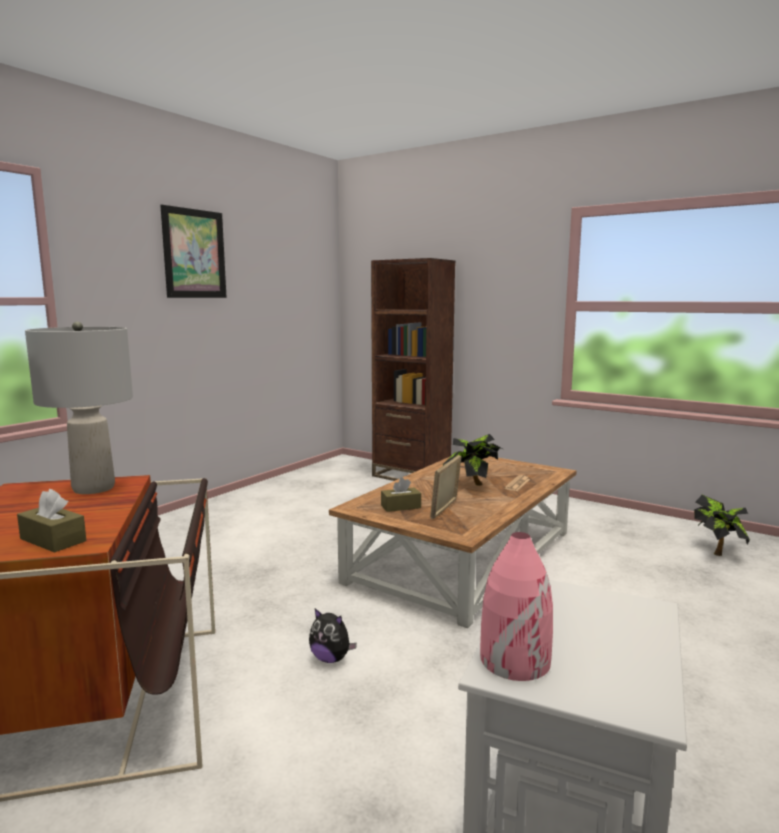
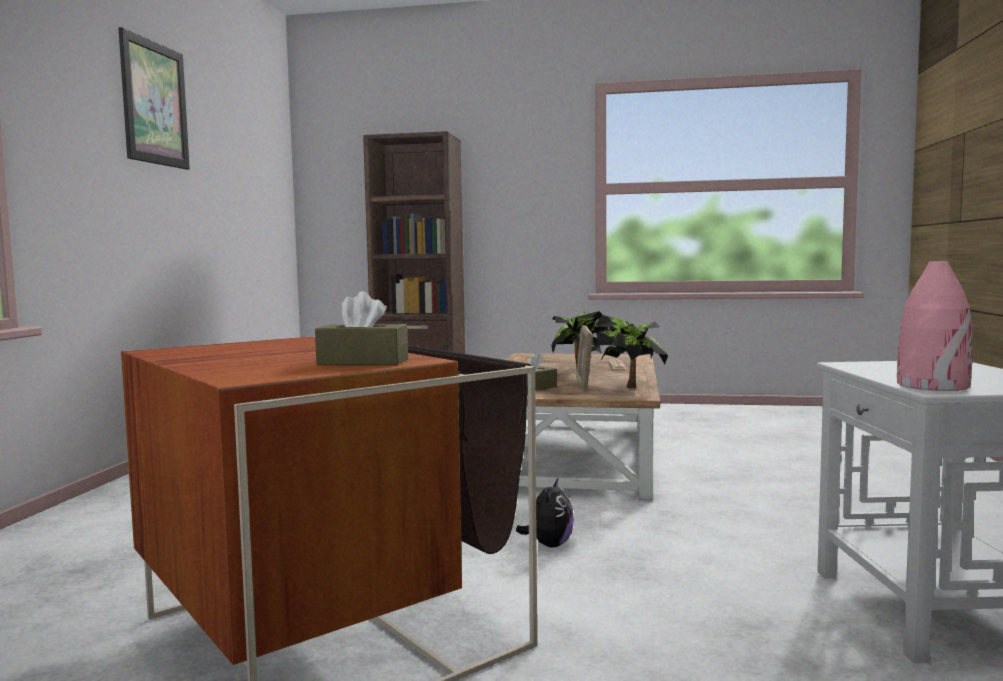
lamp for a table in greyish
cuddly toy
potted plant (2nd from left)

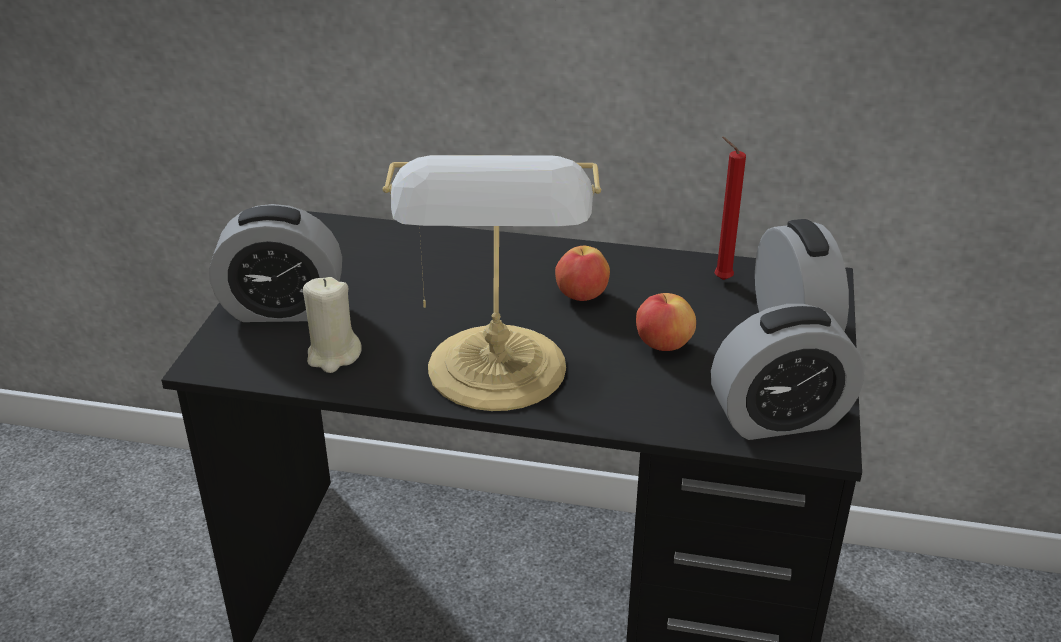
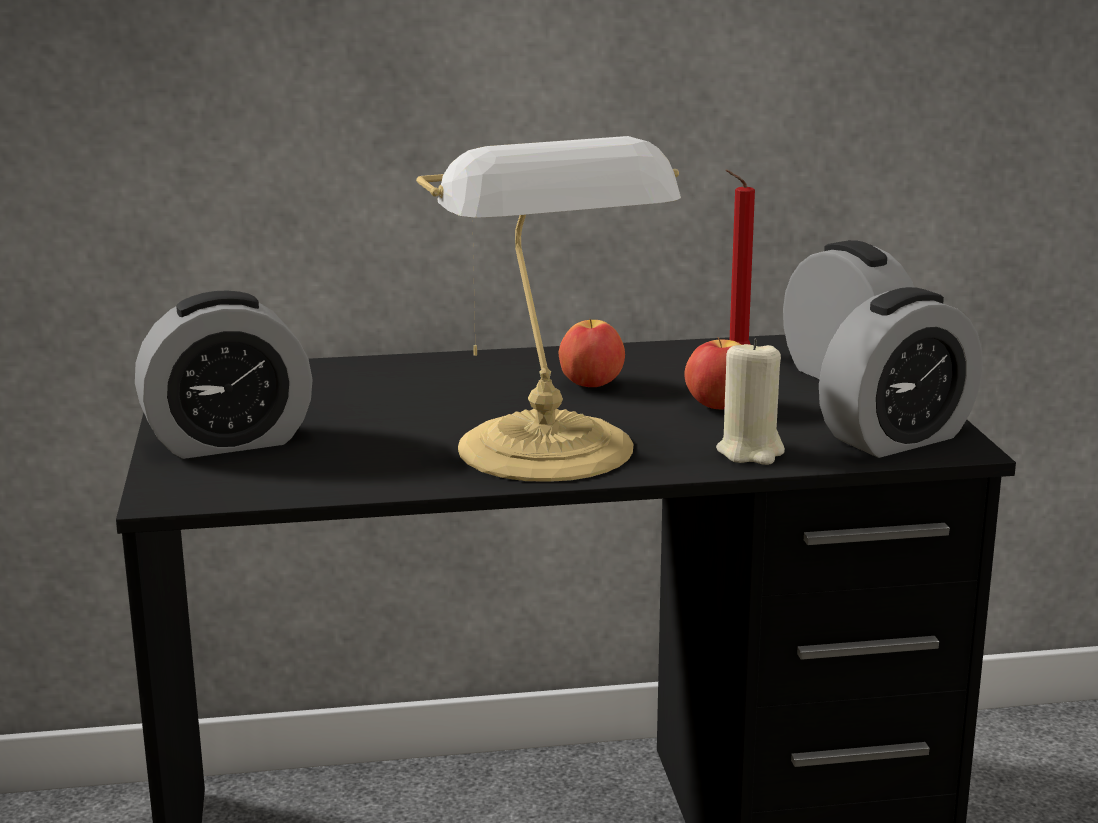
candle in beige

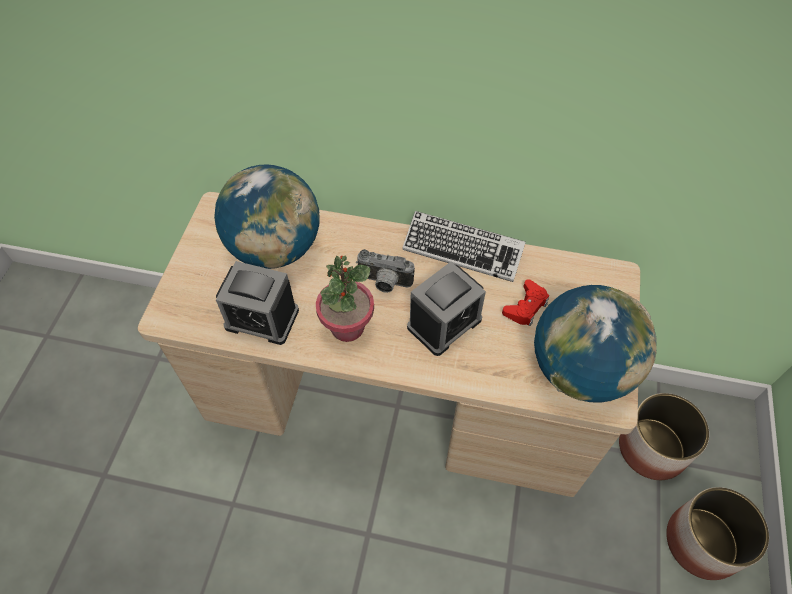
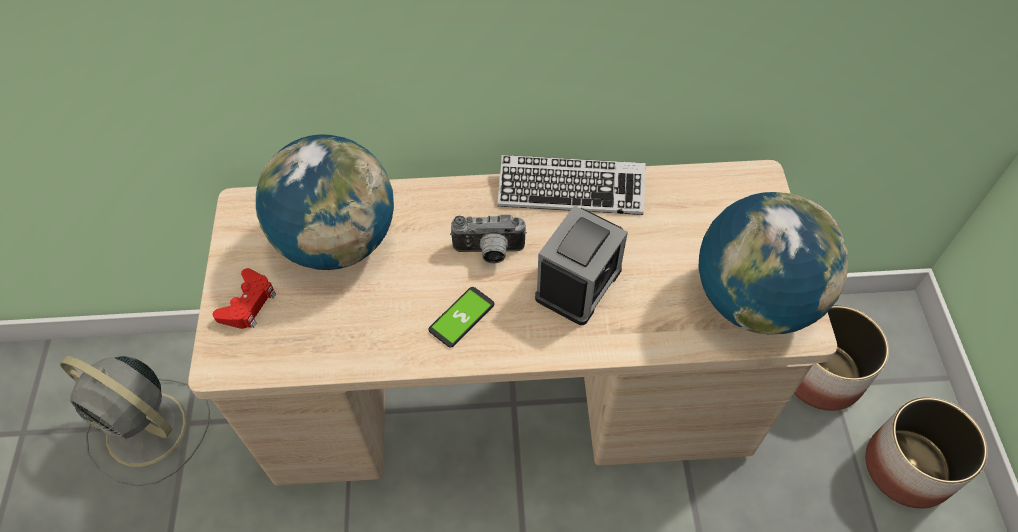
bedside clock (1st from left in the first image)
telephone
game controller in reddish
fan in greyish

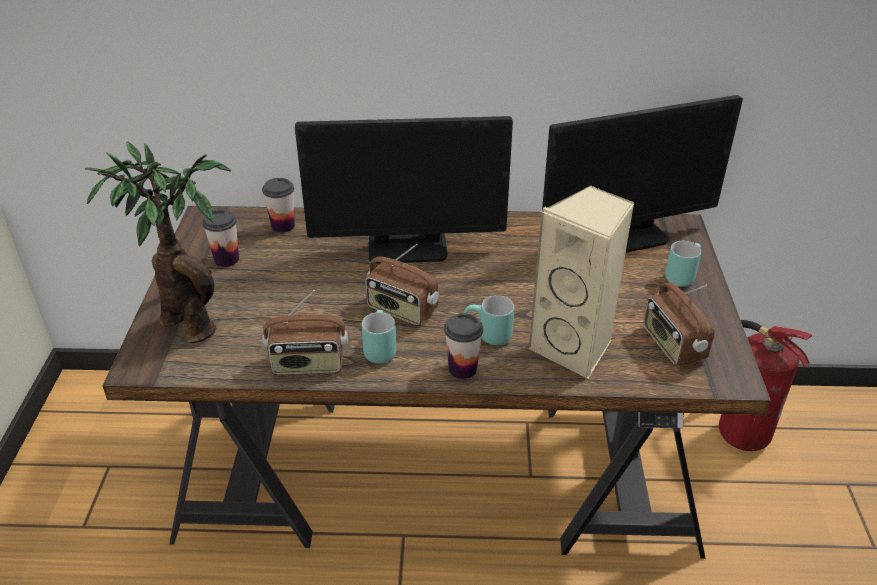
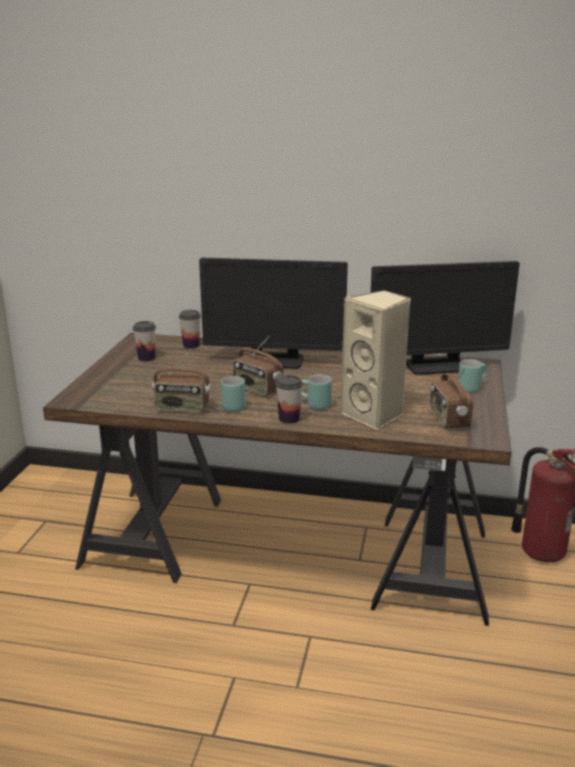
potted plant

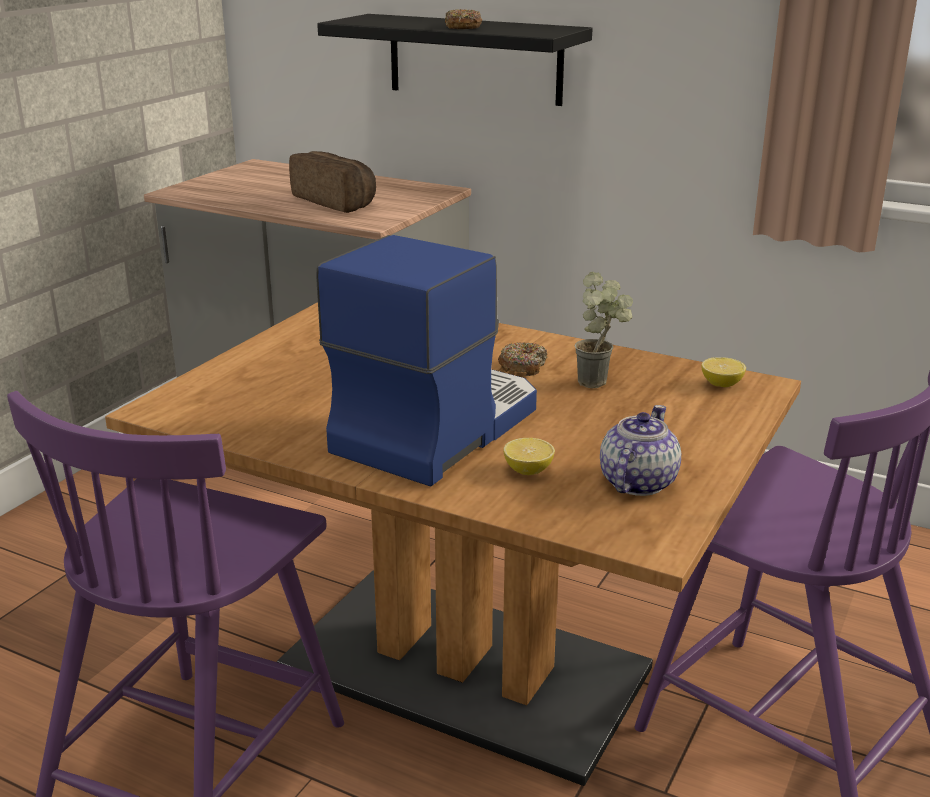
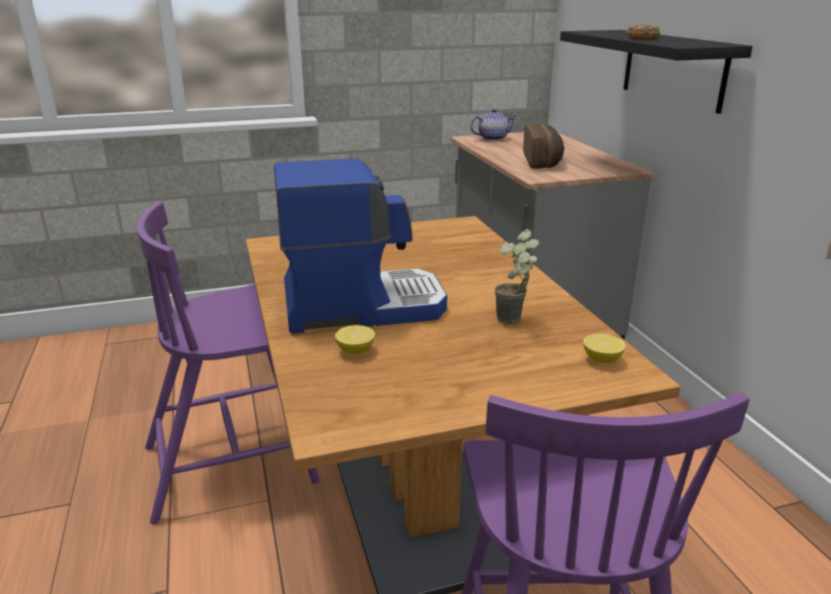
doughnut (2nd from left in the first image)
pot for tea

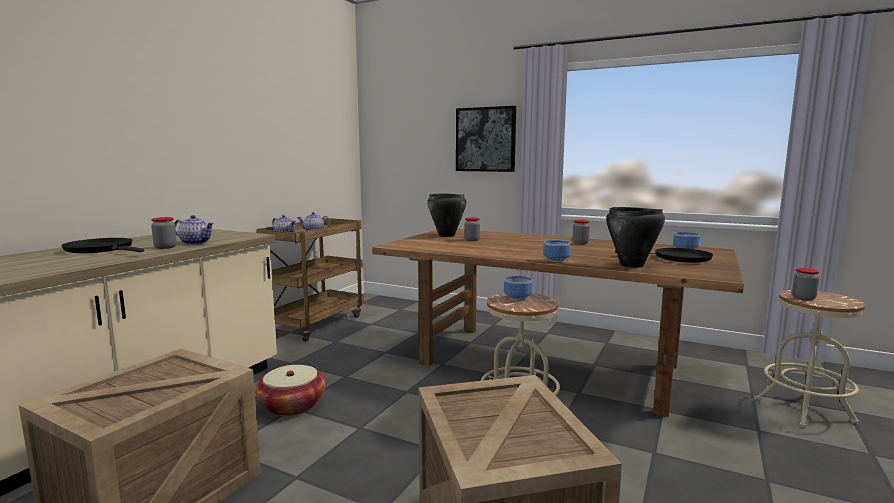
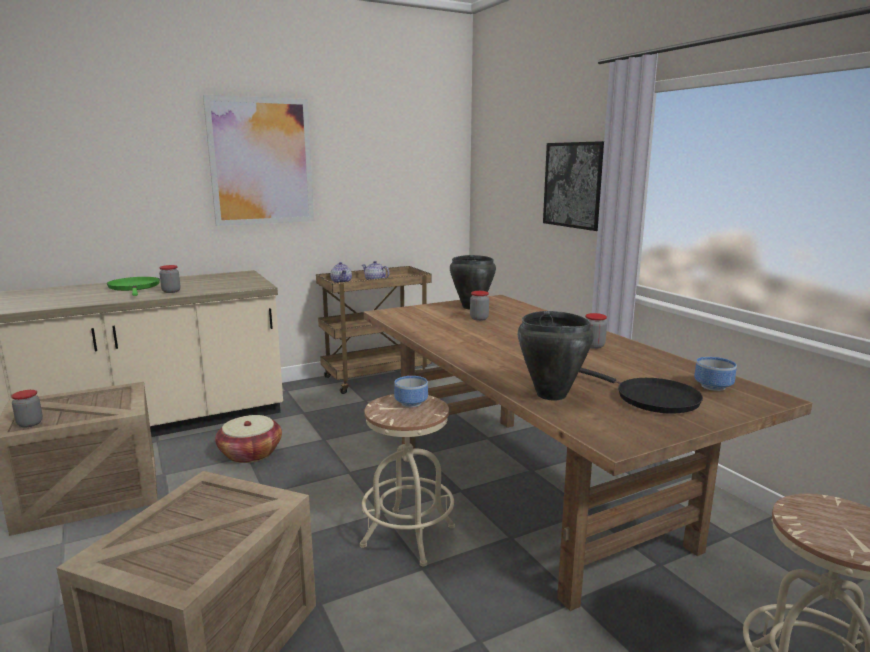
frying pan in green
pot for tea (1st from left in the first image)
bowl (2nd from left in the first image)
preserve jar (1st from left)
wall art (1st from left)

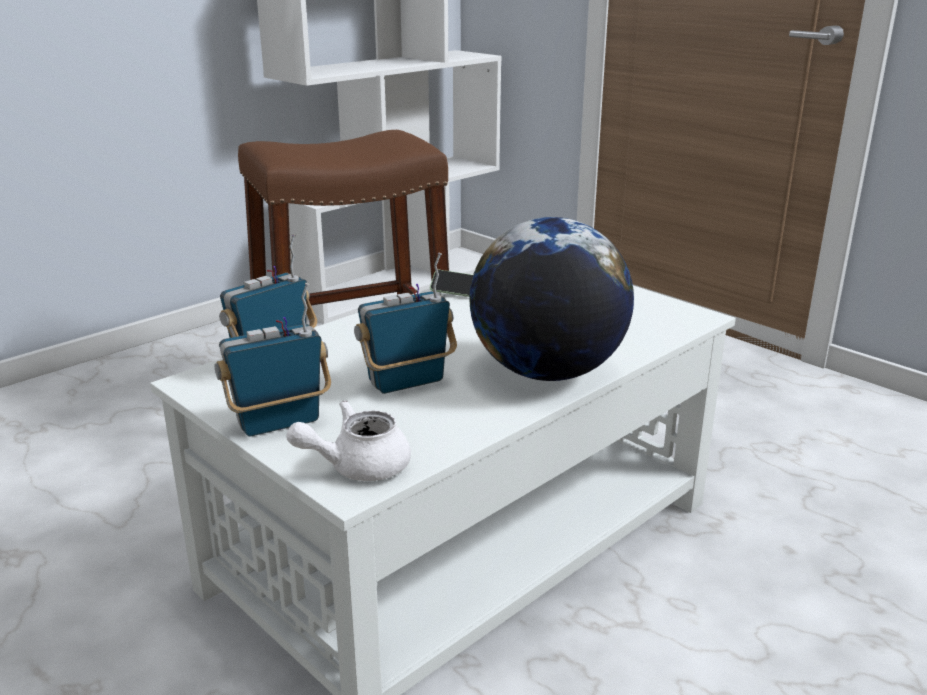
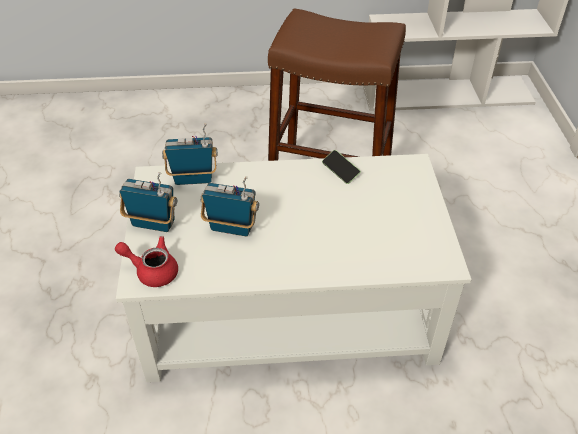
pot for tea in reddish
world globe

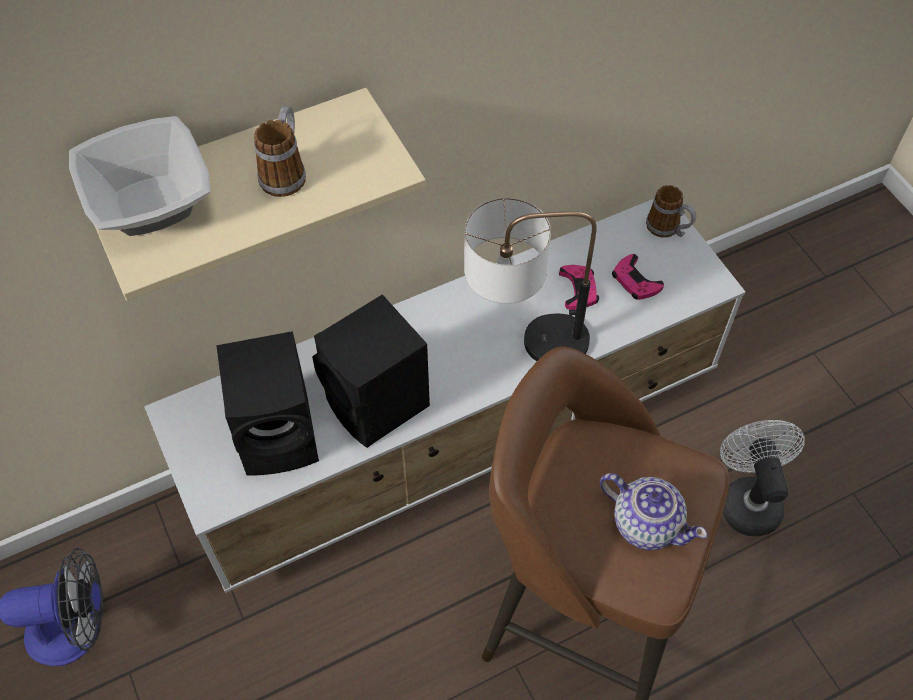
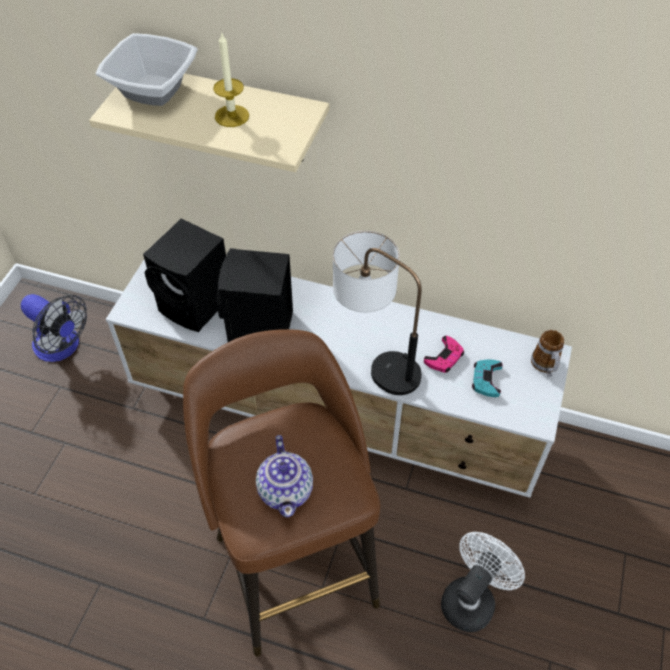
candle
game controller in blue-green

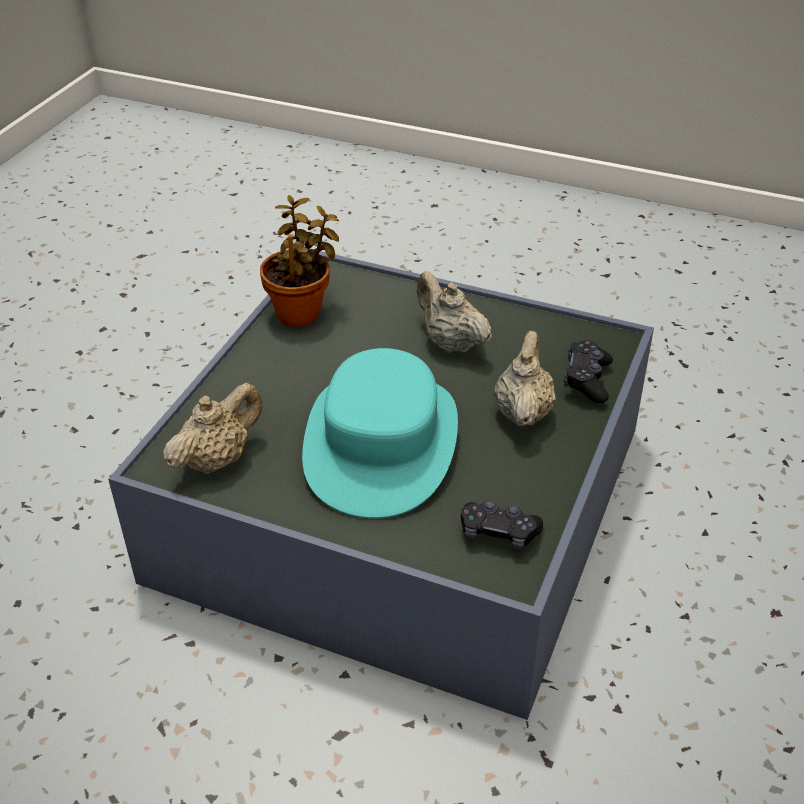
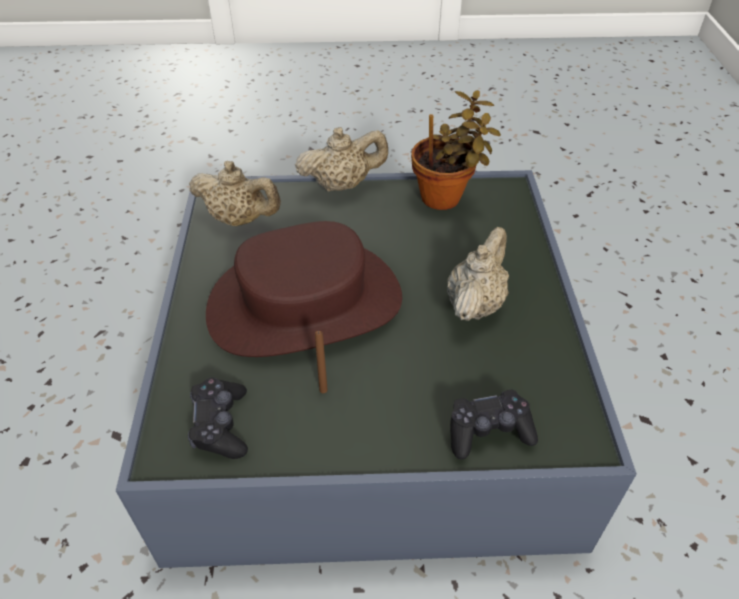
hat in brown-coloured
pot for tea in beige (2nd from left)
candle in brown-coloured

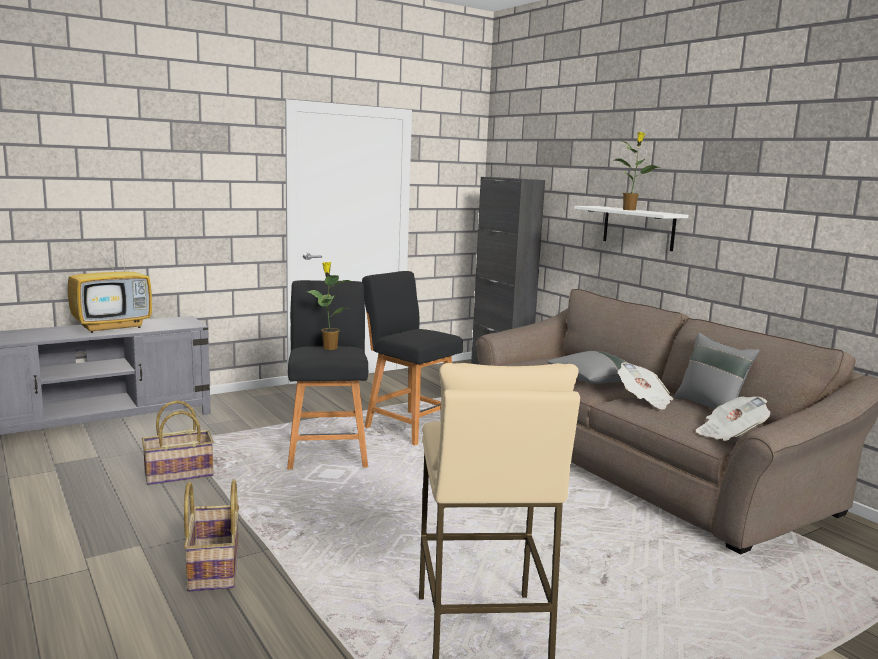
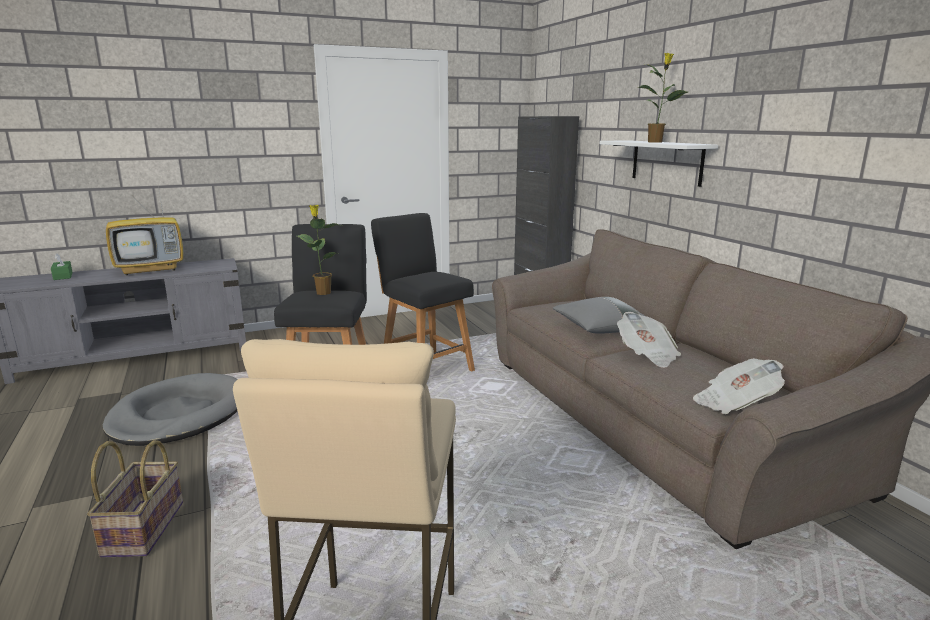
dog cushion in greyish
pillow in greyish (2nd from left in the first image)
box of tissues in green

